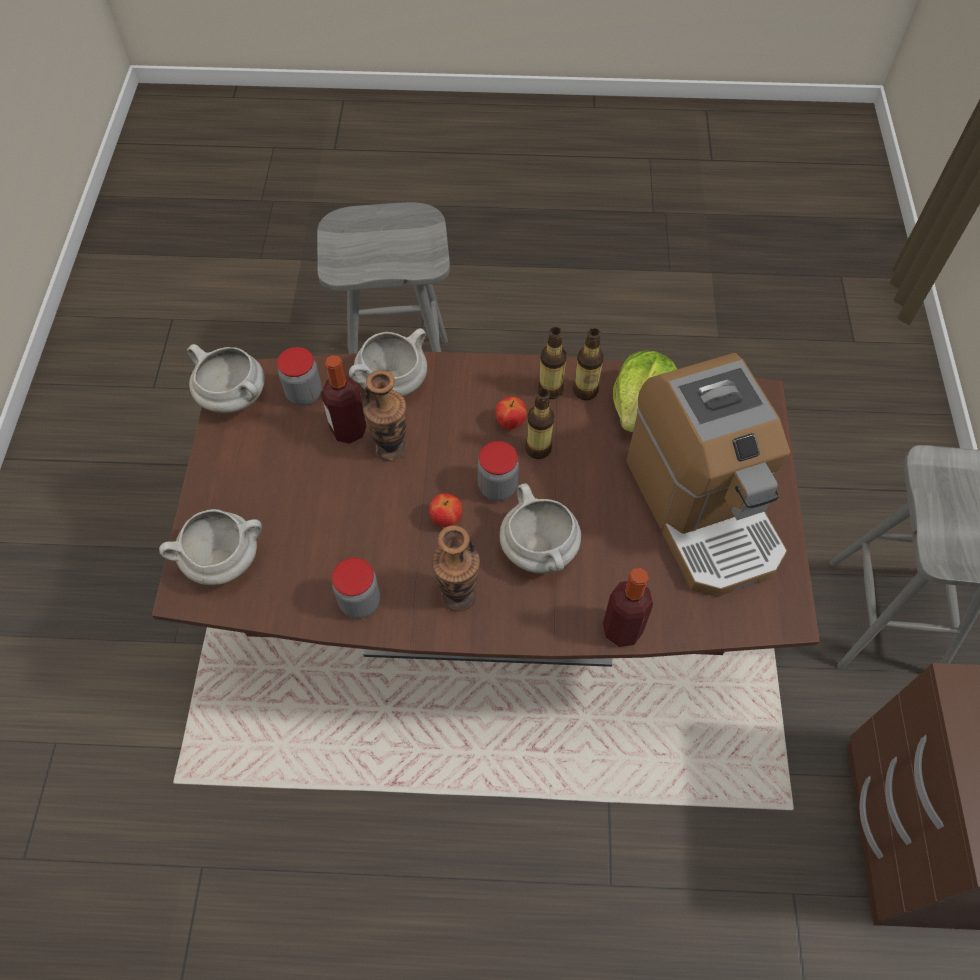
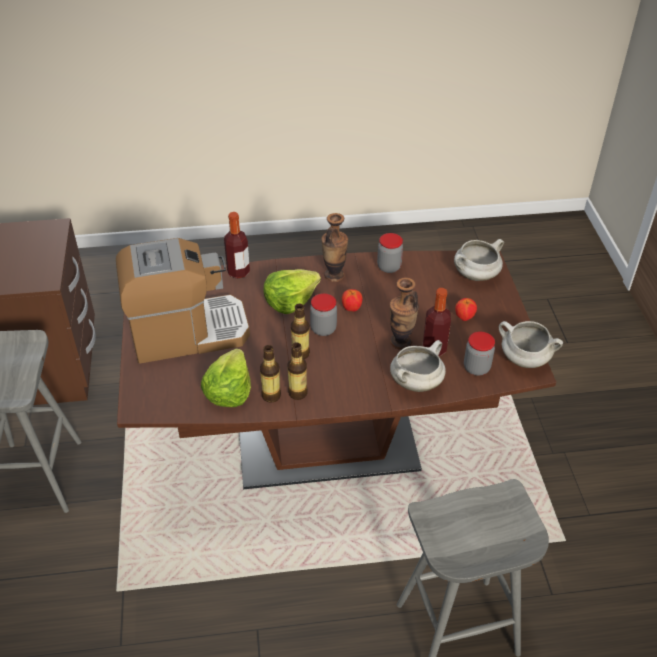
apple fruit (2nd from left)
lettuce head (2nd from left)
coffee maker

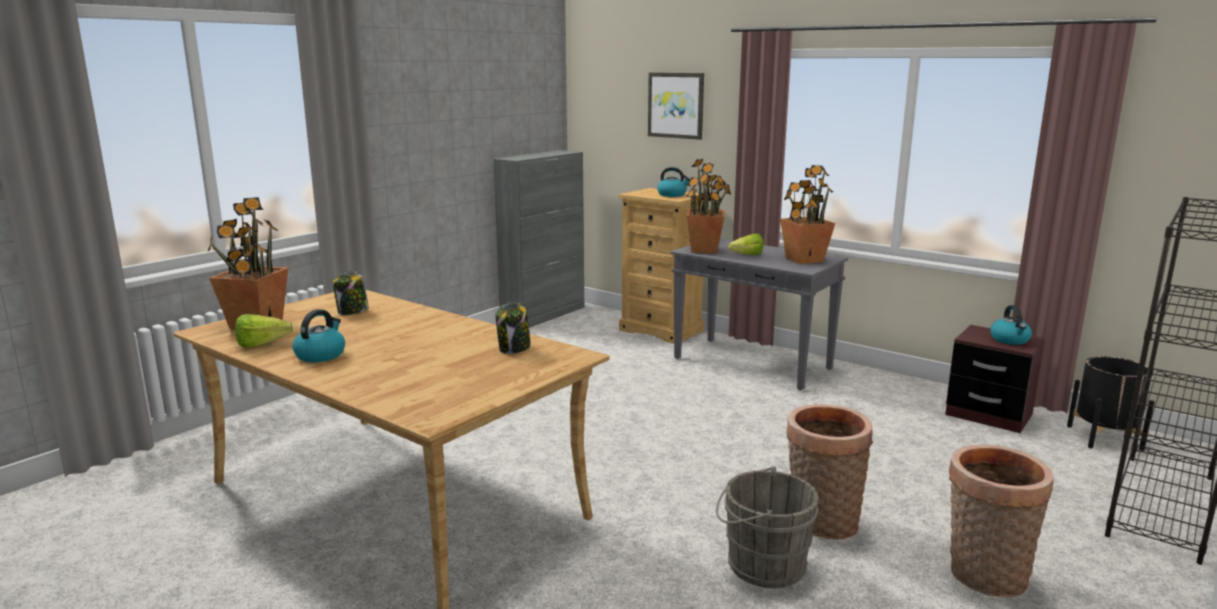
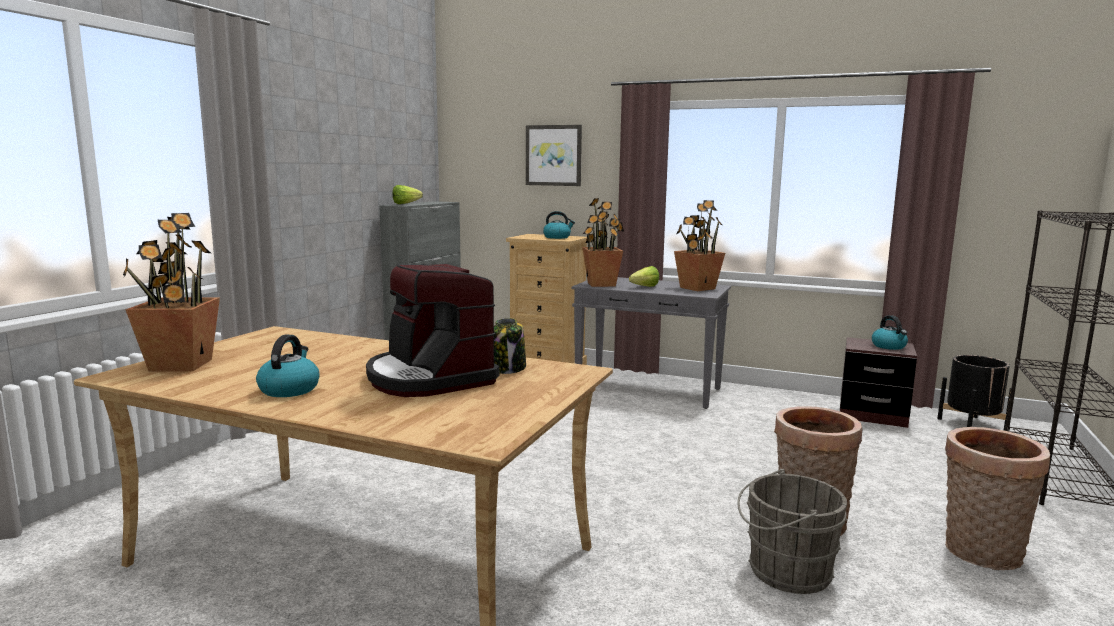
lettuce head (1st from left)
preserve jar (1st from left in the first image)
coffee maker

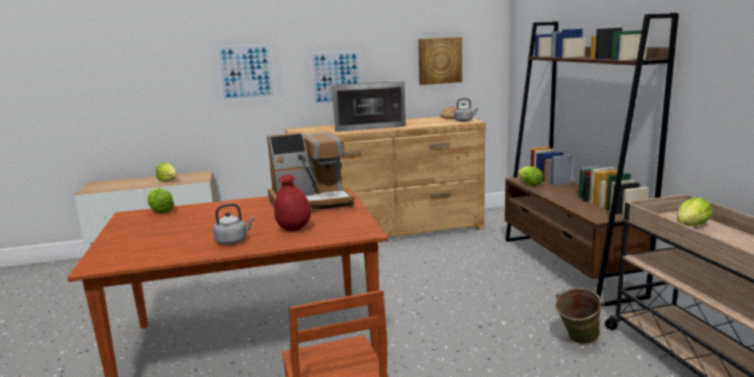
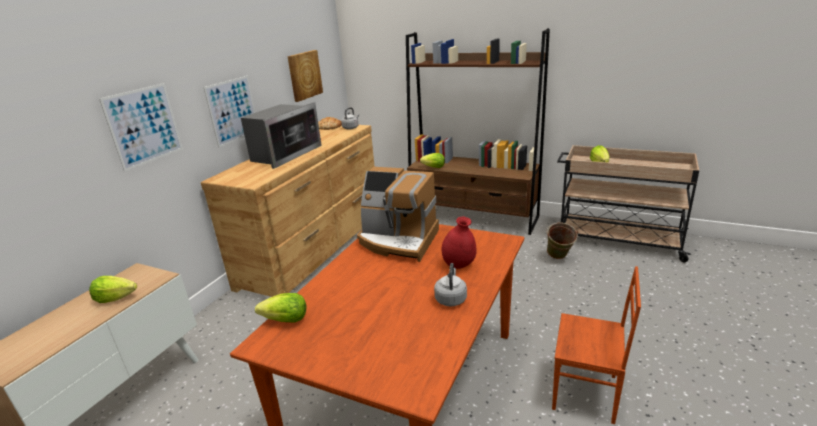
coffee maker

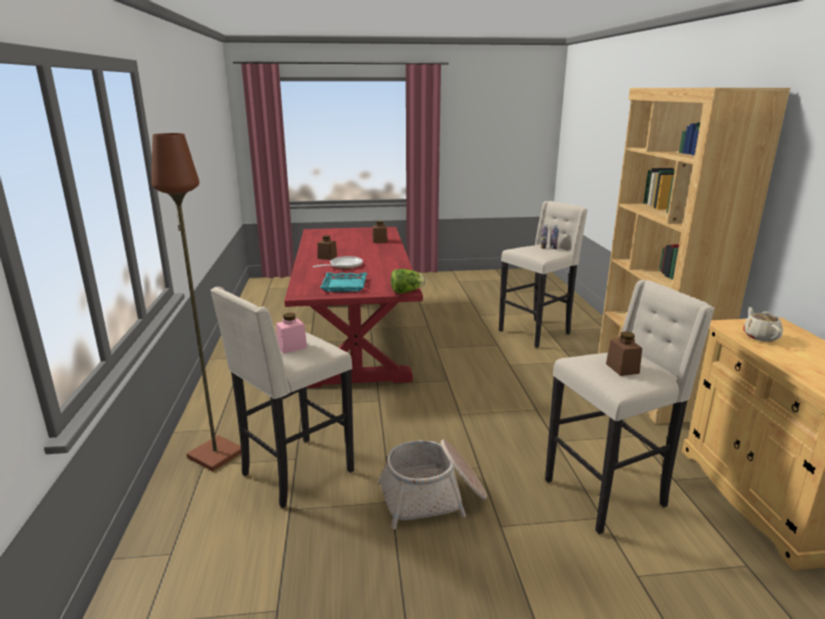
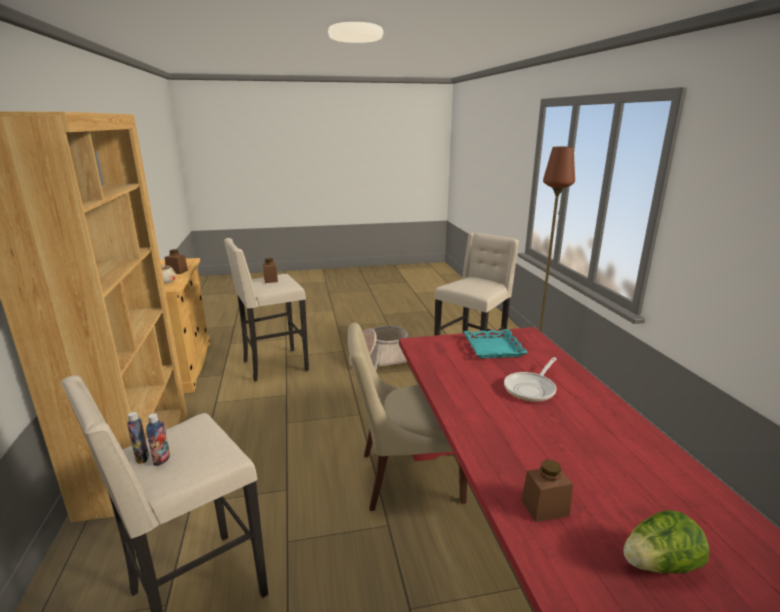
preserve jar in pink
preserve jar in brown-coloured (1st from left)
lettuce head
plain chair in beige

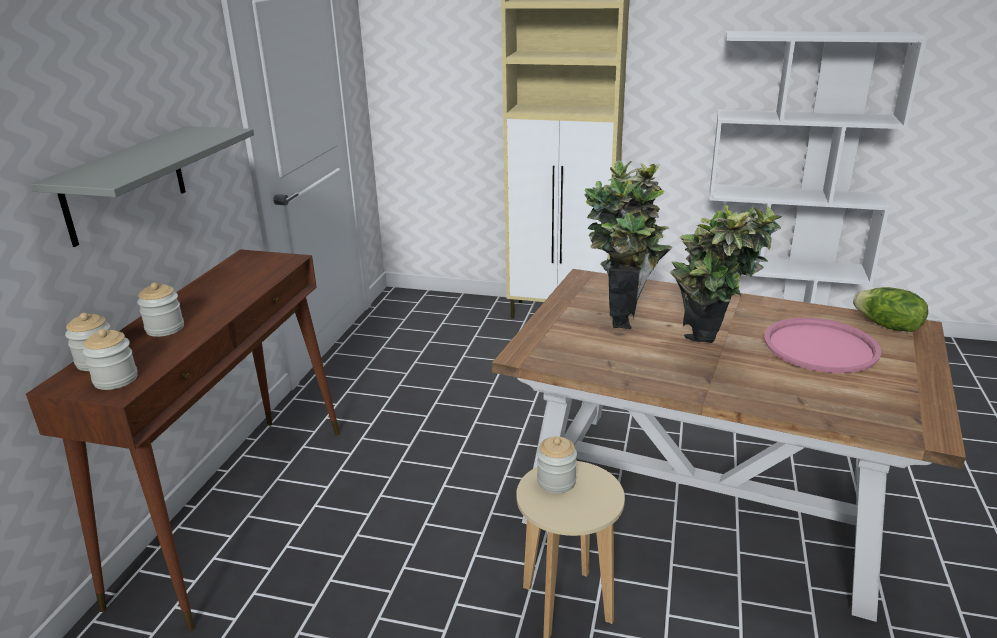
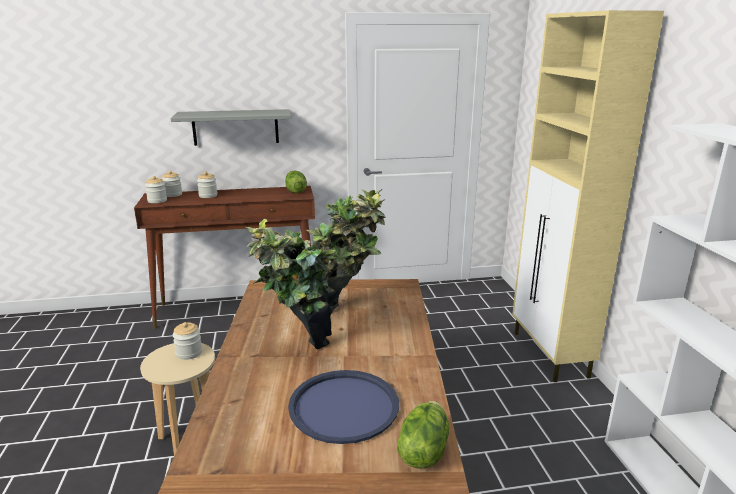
tray in blue-coloured
lettuce head (1st from left)

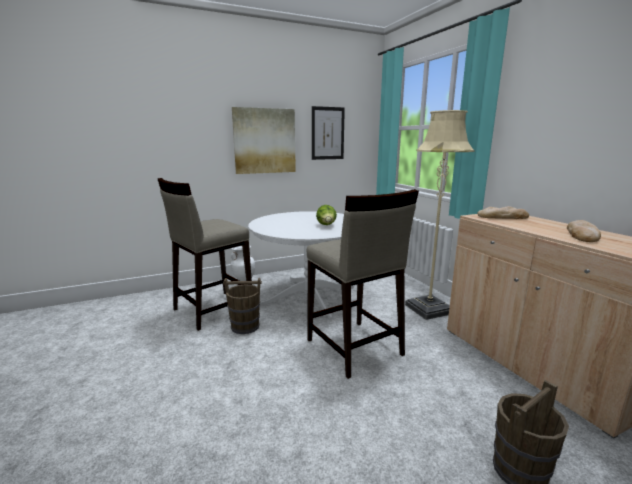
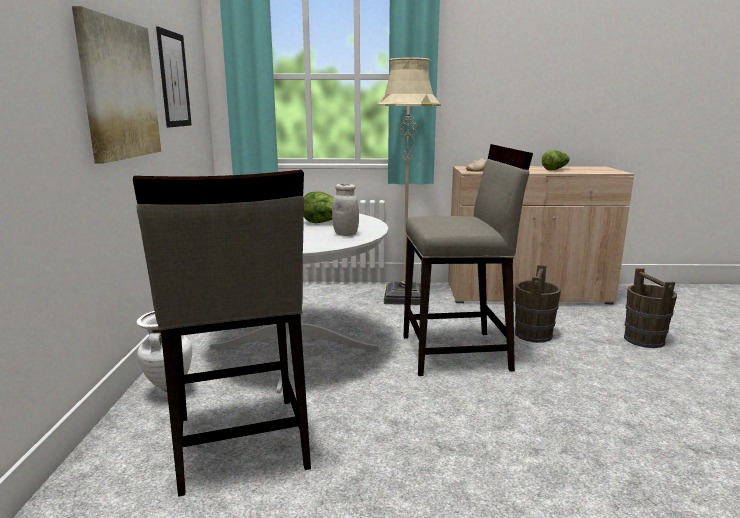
water bucket in brown-coloured (1st from left)
lettuce head (2nd from left)
preserve jar in white-coloured

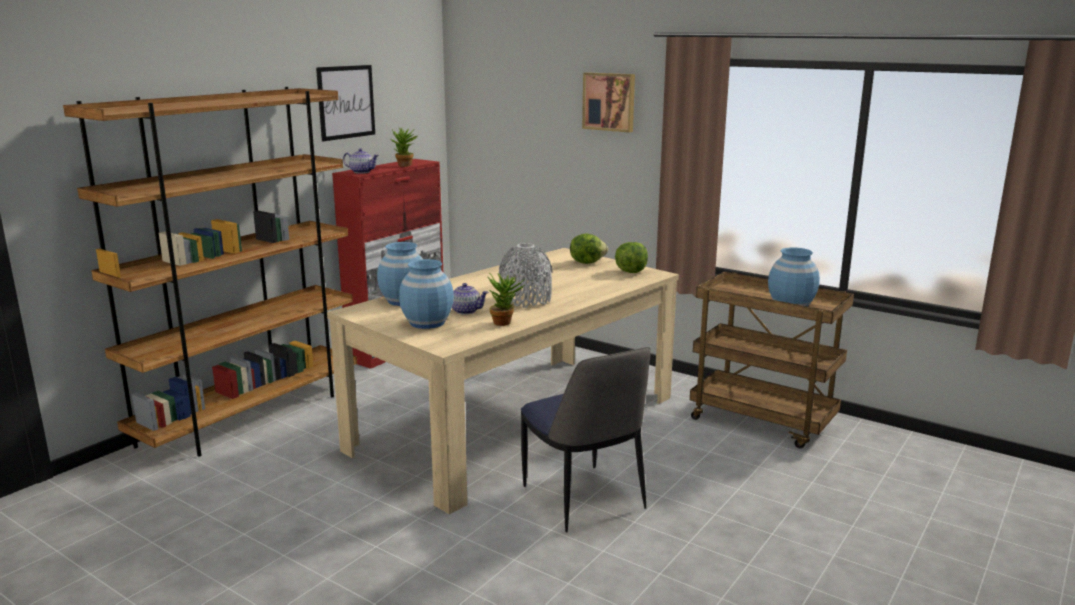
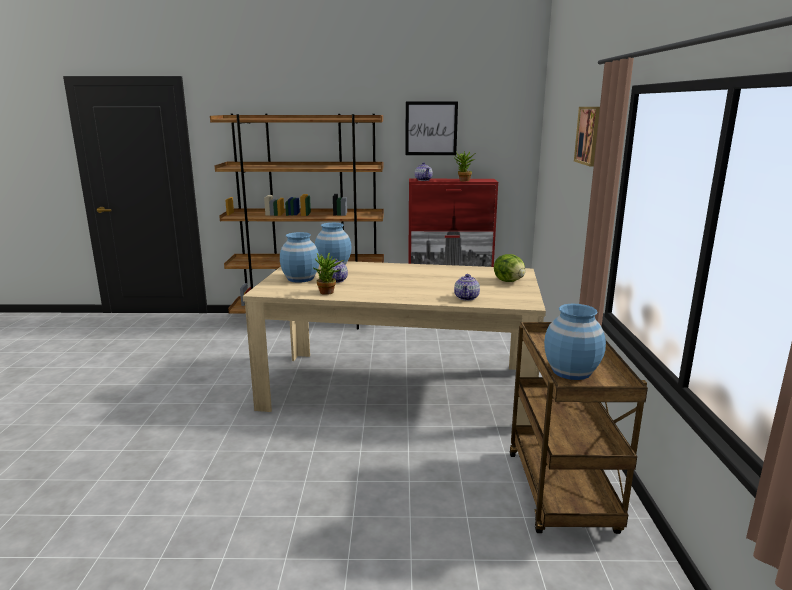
vase in greyish
plain chair
lettuce head (2nd from left in the first image)
pot for tea (3rd from left)

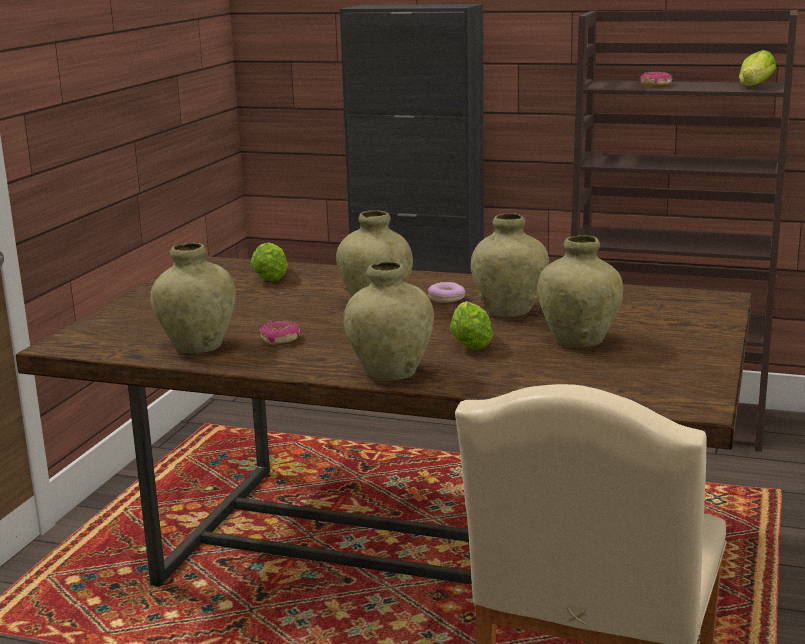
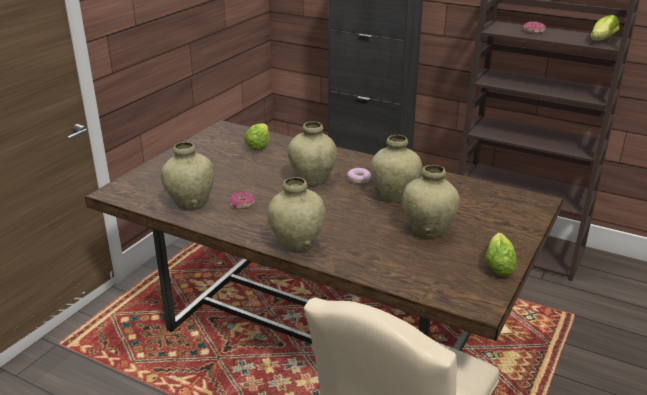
lettuce head (2nd from left)

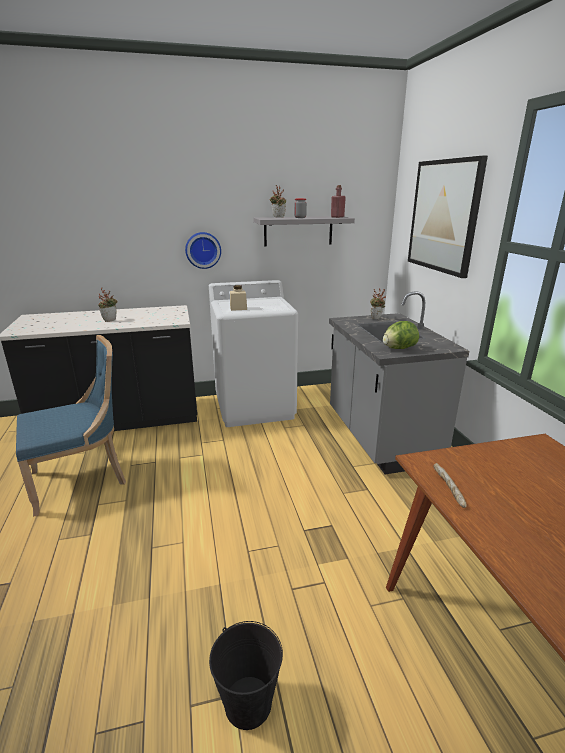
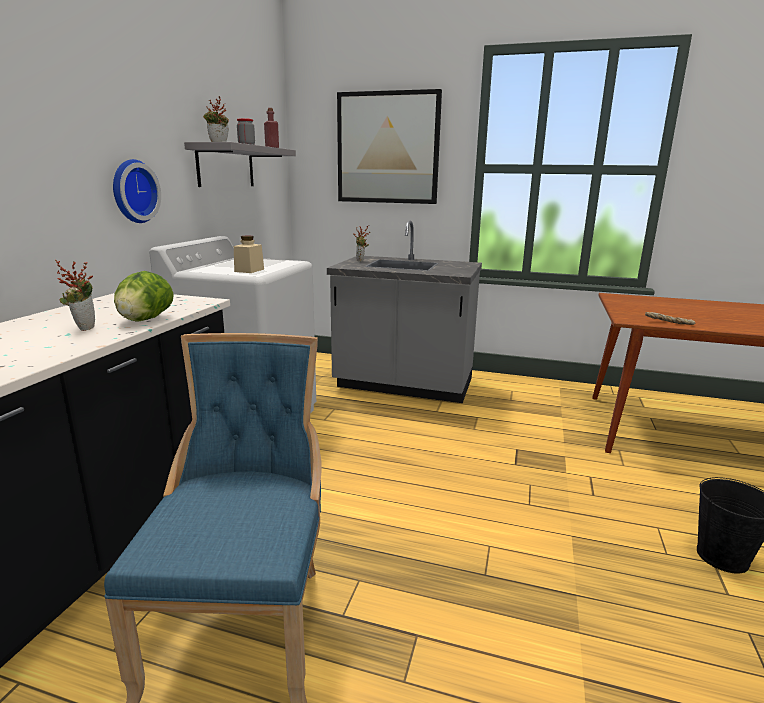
lettuce head

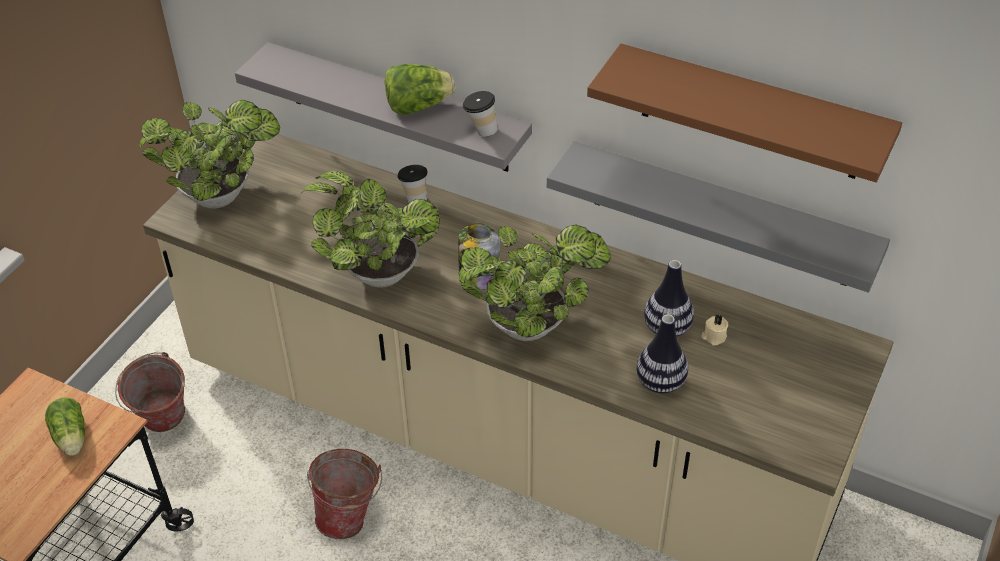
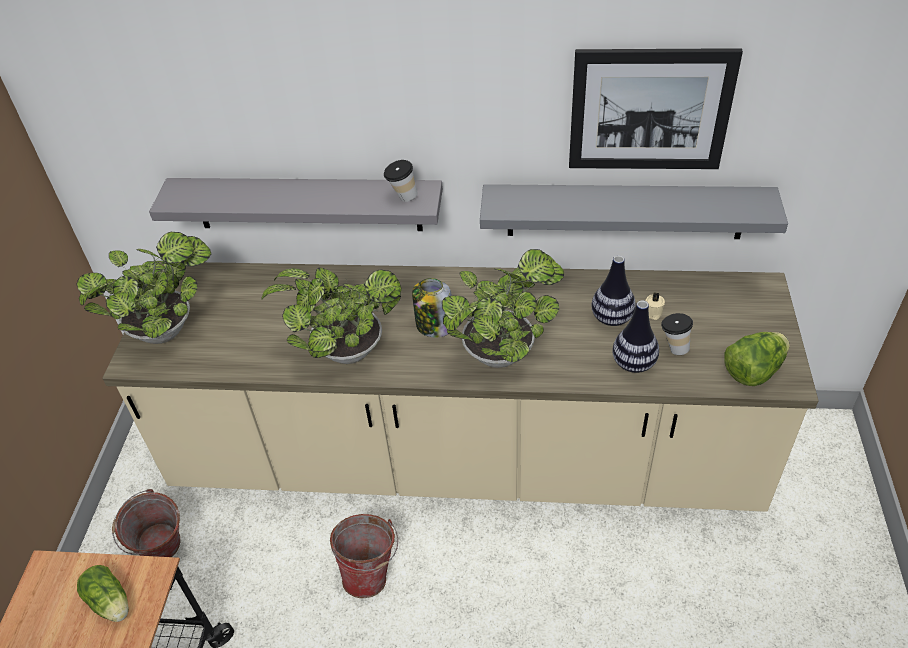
lettuce head (2nd from left)
cup (2nd from left)
wall art

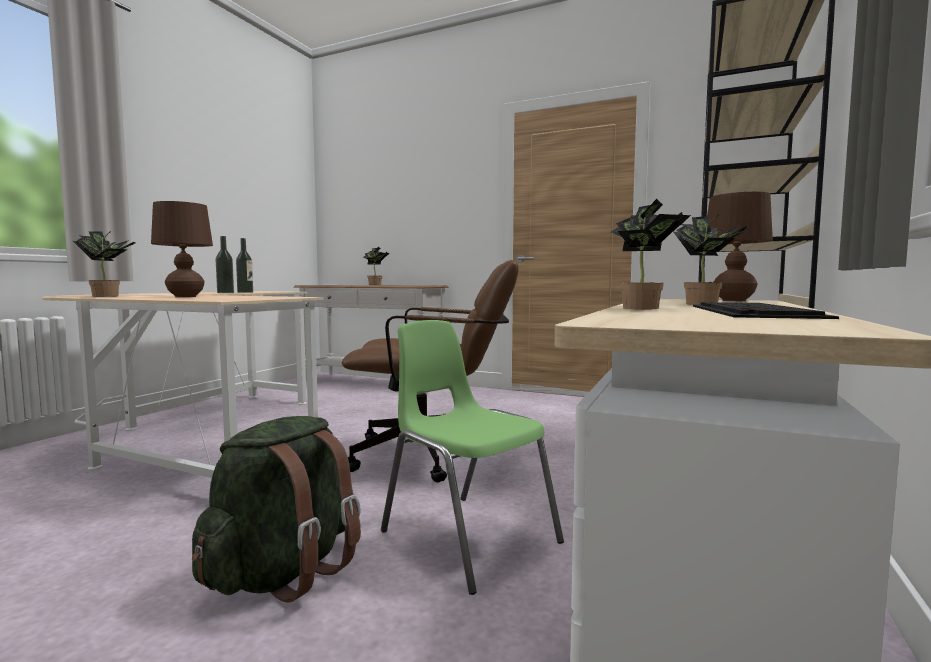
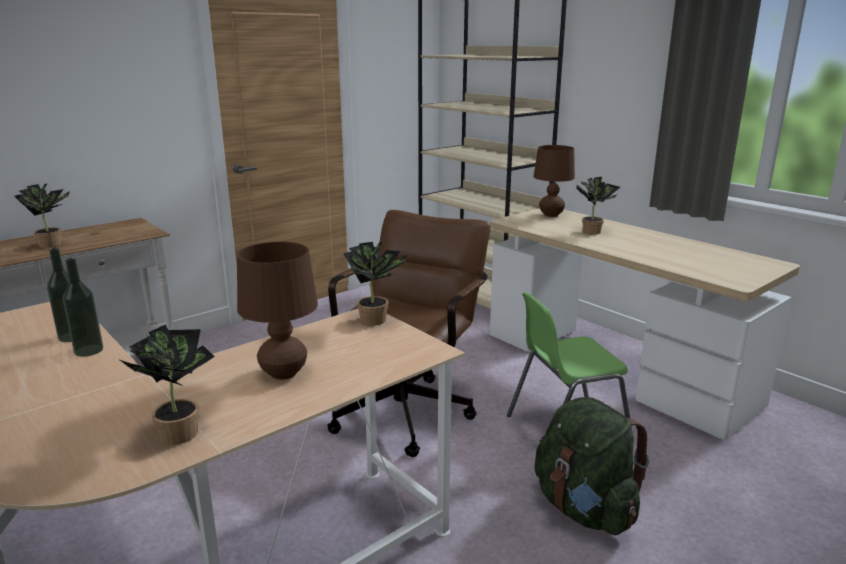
potted plant (3rd from left)
keyboard

